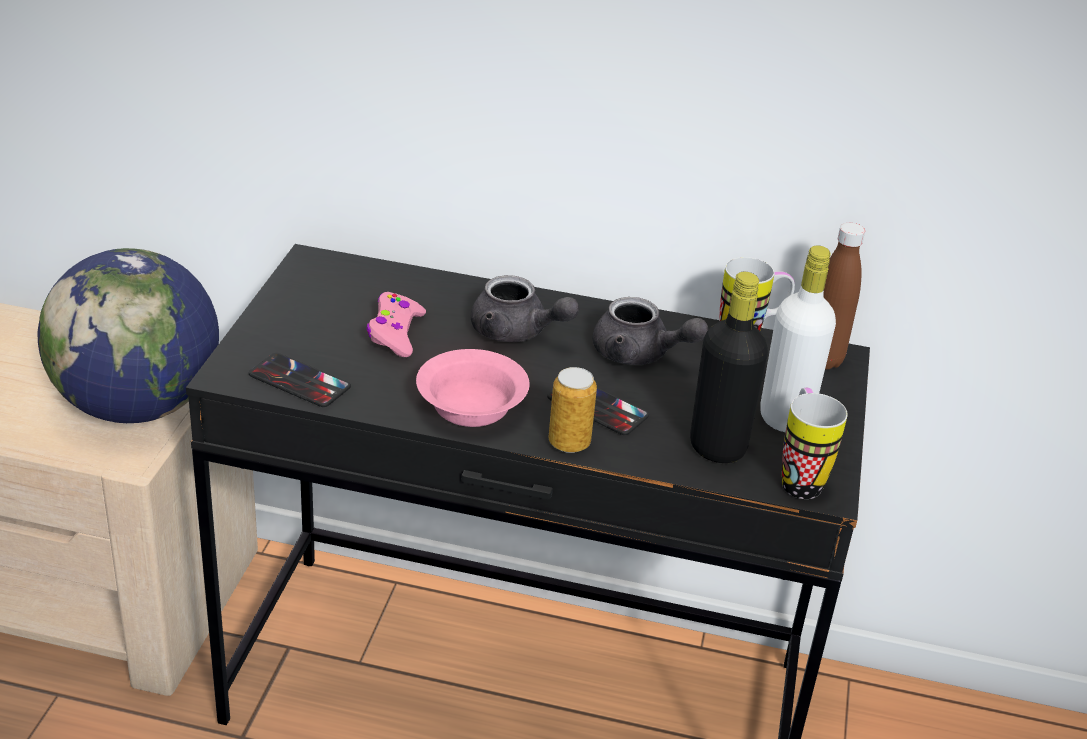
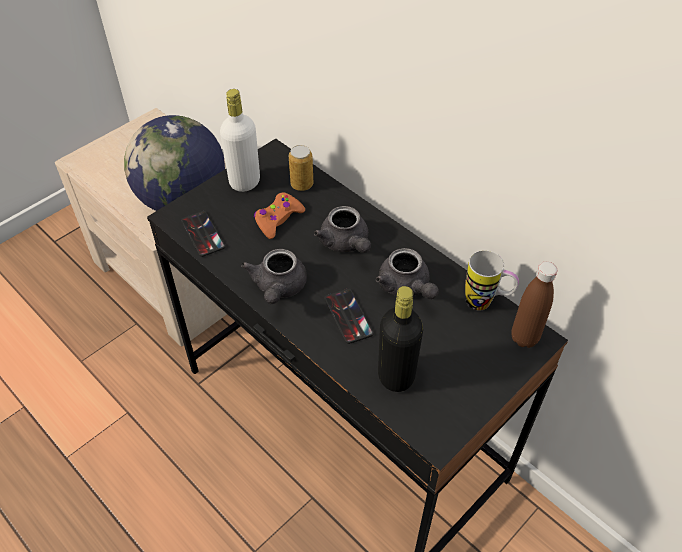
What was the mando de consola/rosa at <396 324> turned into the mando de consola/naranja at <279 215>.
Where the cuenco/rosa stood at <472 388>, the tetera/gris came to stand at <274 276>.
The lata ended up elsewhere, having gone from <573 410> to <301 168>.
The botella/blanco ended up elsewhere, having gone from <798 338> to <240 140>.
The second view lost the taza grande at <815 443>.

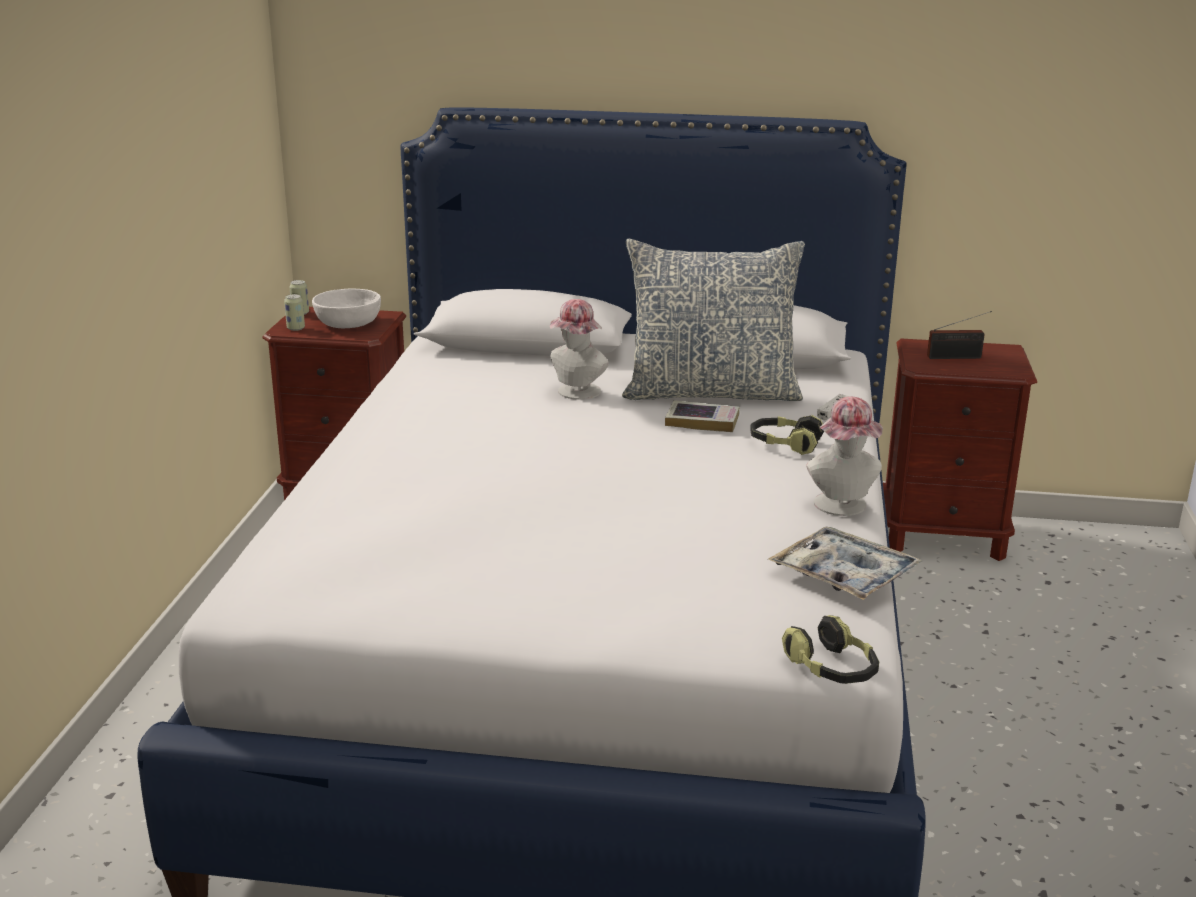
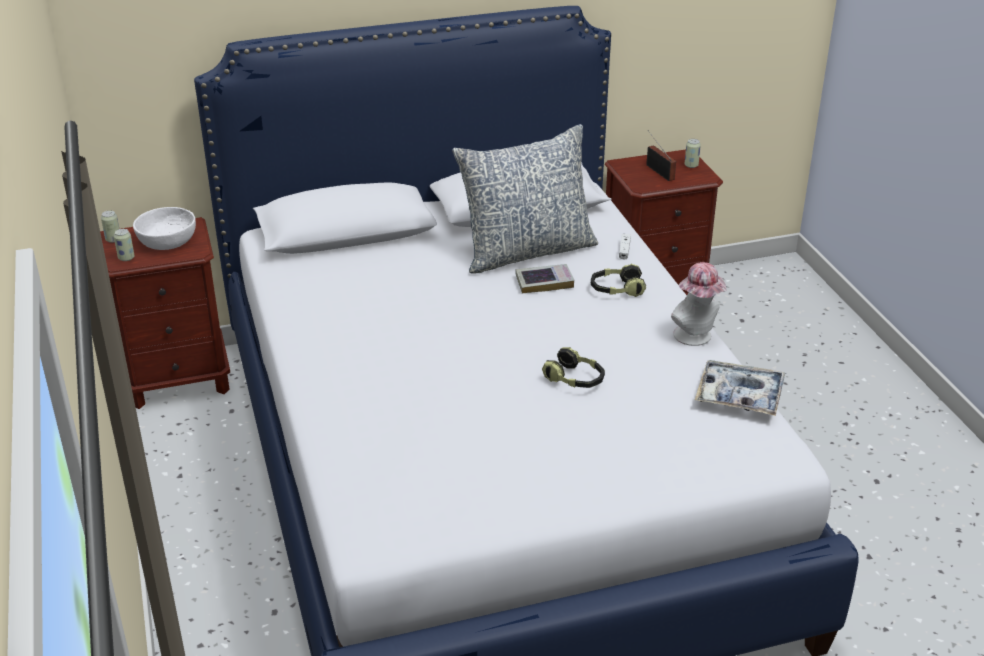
The second view lost the sombrero at <579 349>.
The auriculares ended up elsewhere, having gone from <830 649> to <573 367>.
The radio at <959 335> ended up facing another way, 90 degrees counterclockwise from before.
The second view gained the lata at <693 153>.

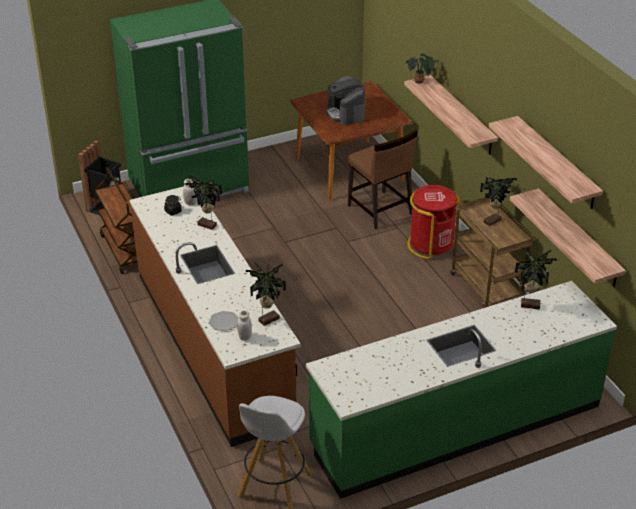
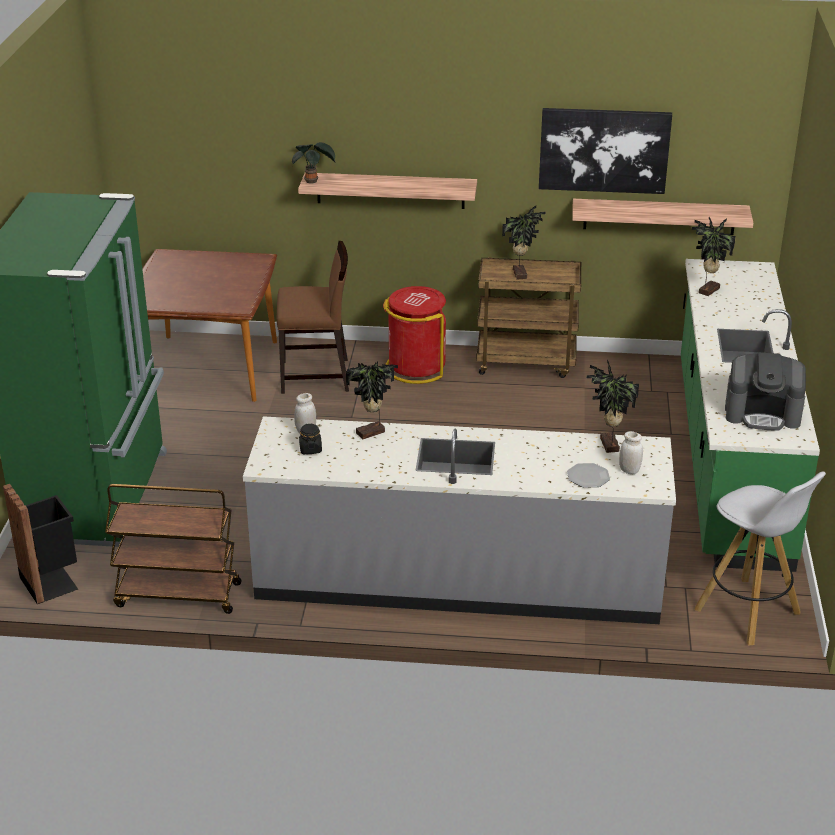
What was the mueble bajo de cocina/marrón at <215 316> turned into the mueble bajo de cocina/gris at <459 520>.
The cafetera ended up elsewhere, having gone from <345 101> to <765 391>.
Where the estante hung at <546 162>, the cuadro came to hang at <605 151>.

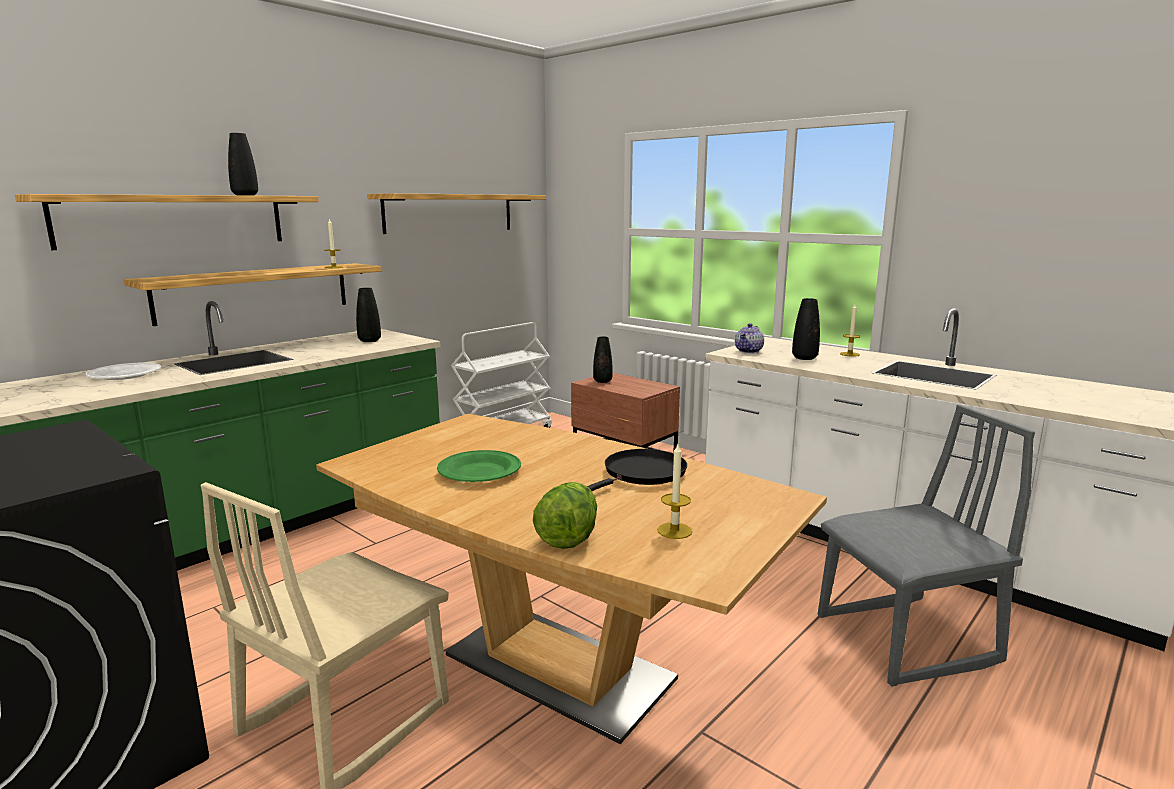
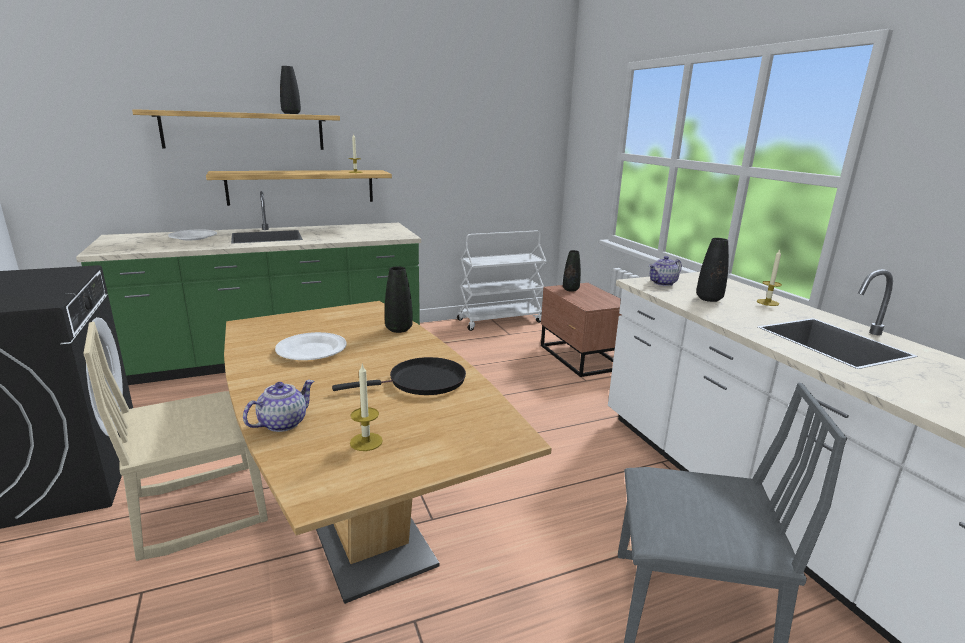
The florero/negro ended up elsewhere, having gone from <368 315> to <399 299>.
The second view lost the estante at <456 213>.
What was the plato/verde at <479 466> turned into the plato/blanco at <311 346>.
Where the lechuga stood at <565 515>, the tetera came to stand at <278 406>.

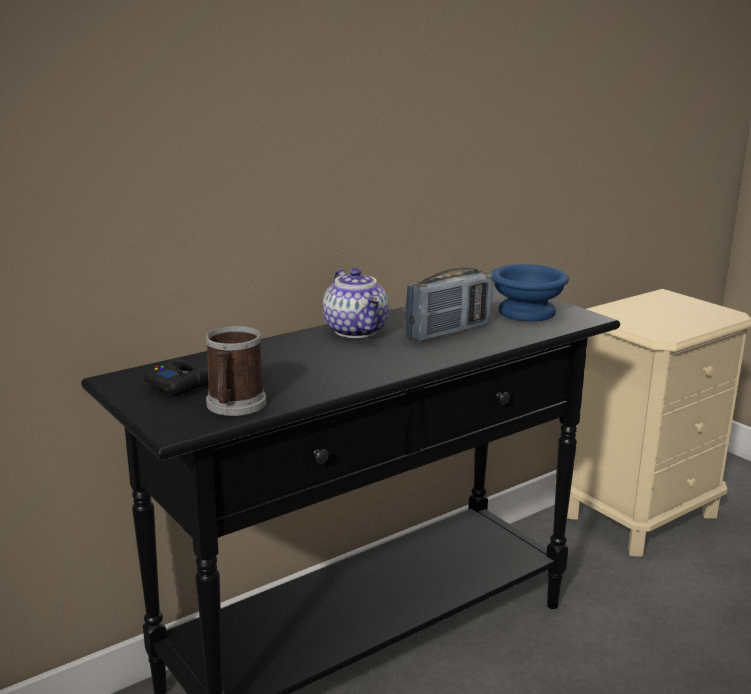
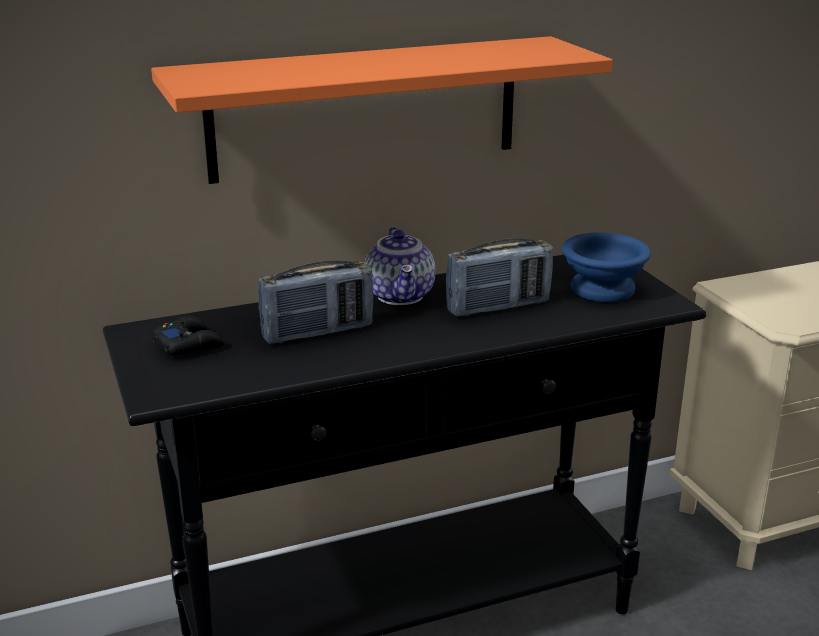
The second view lost the taza grande at <236 371>.
The second view gained the estante/naranja at <382 110>.
The second view gained the radio at <316 302>.

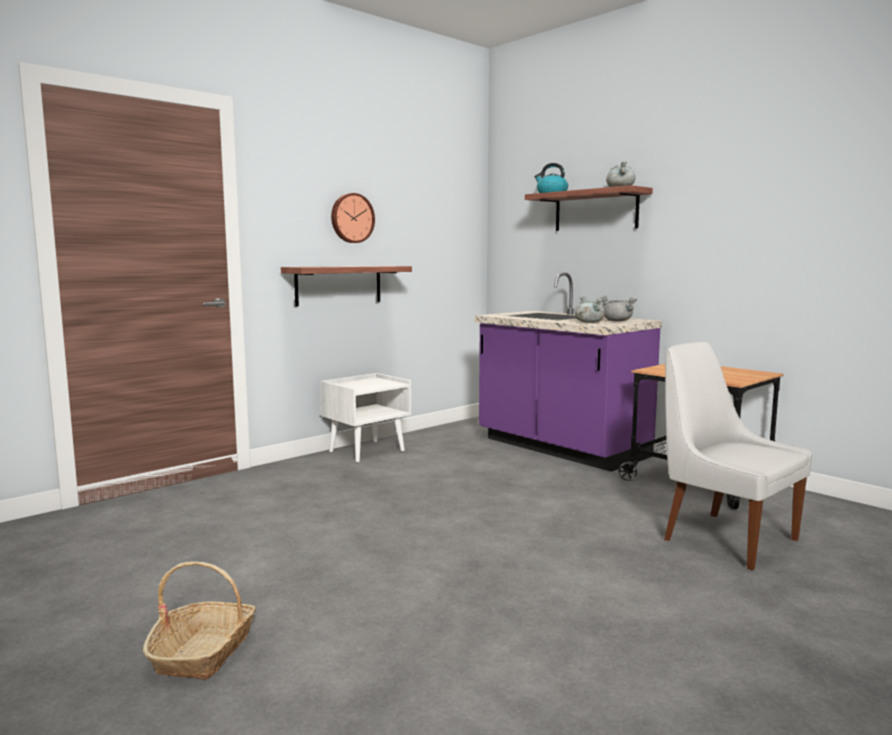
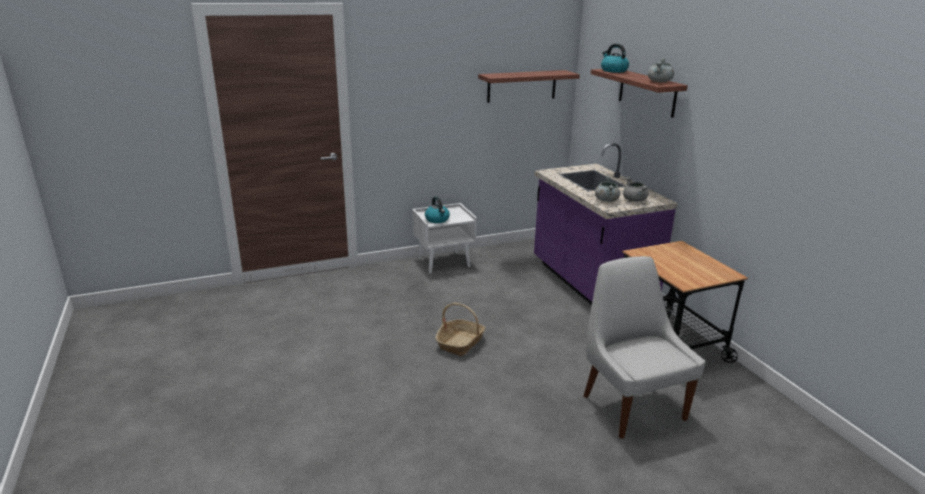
The cesta ended up elsewhere, having gone from <199 620> to <460 329>.
The estante ended up elsewhere, having gone from <346 286> to <529 86>.
The second view lost the reloj de pared at <353 218>.
The second view gained the hervidor at <437 210>.

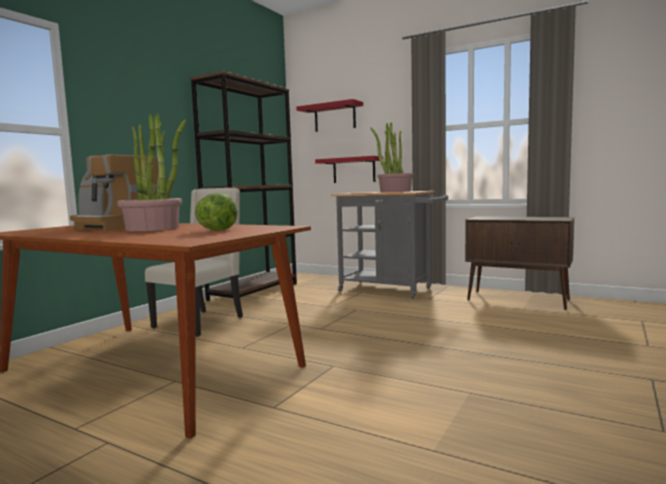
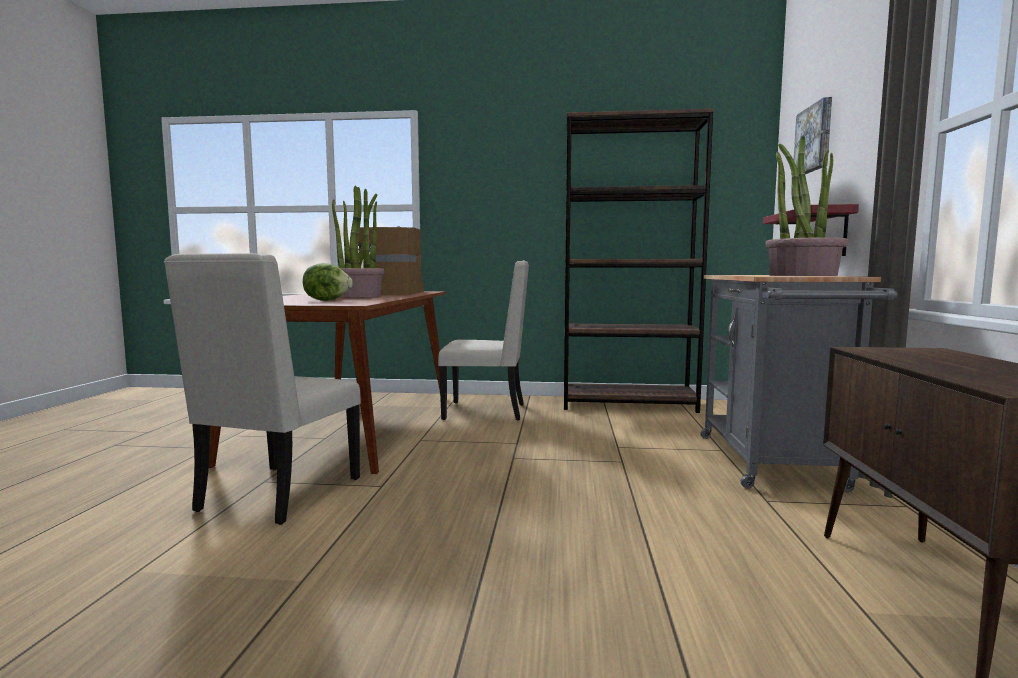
Where the estante/rojo hung at <329 115>, the cuadro came to hang at <813 135>.
The second view gained the silla/beis at <262 389>.

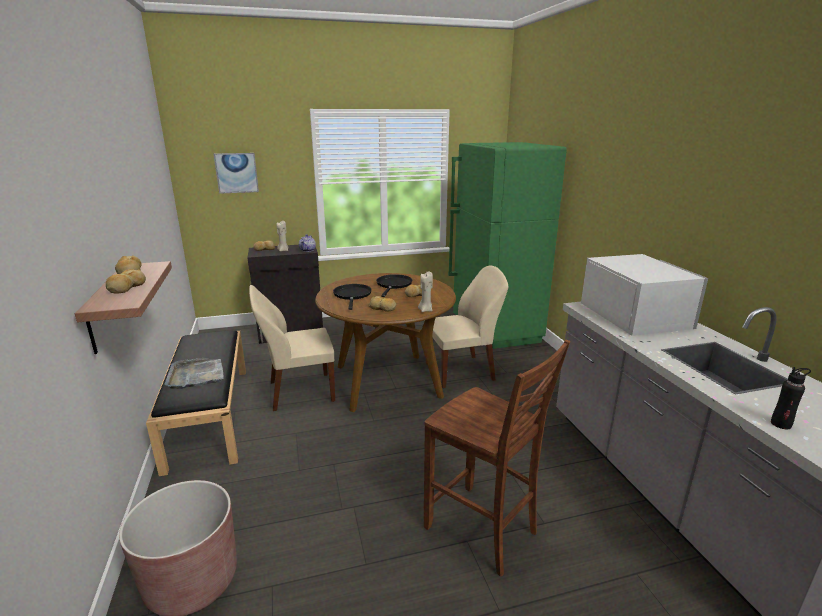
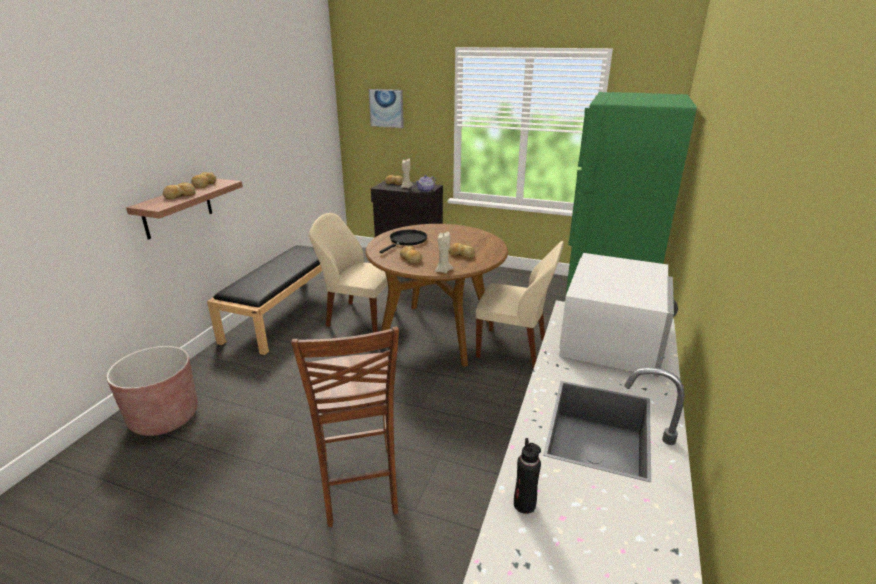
The second view lost the bandeja/gris at <194 373>.
The second view lost the sartén/negro at <394 285>.

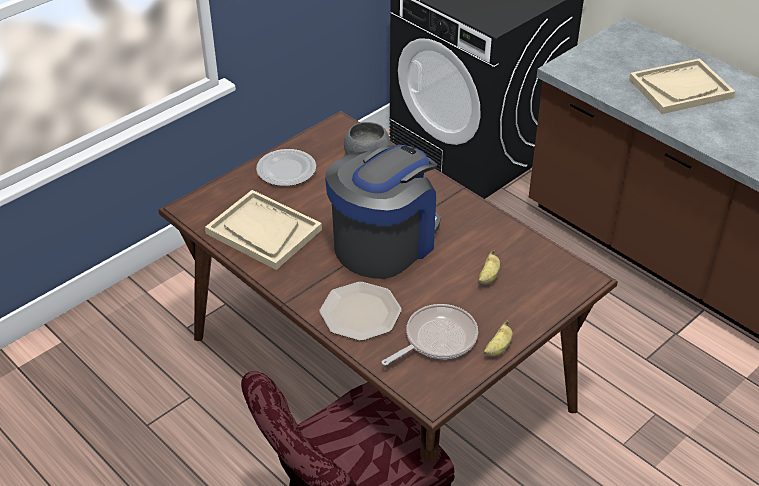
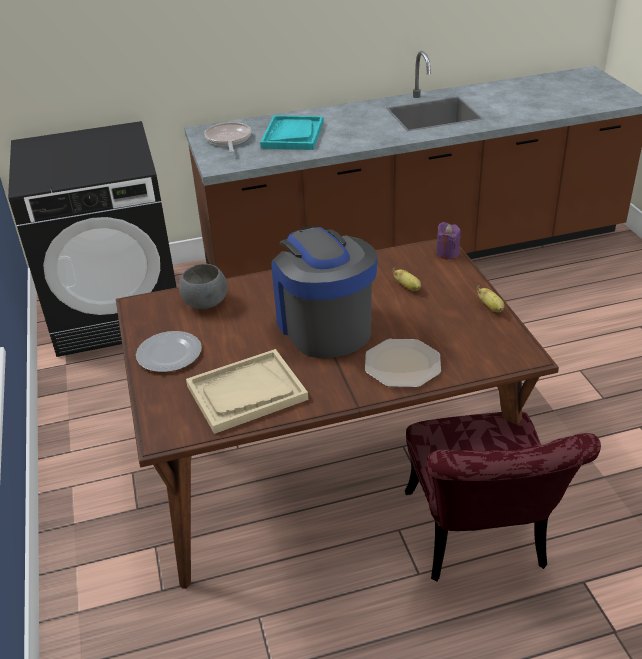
The sartén ended up elsewhere, having gone from <430 335> to <227 137>.
What was the bandeja/beis at <682 86> turned into the bandeja/turquesa at <292 132>.
The second view gained the vela/morado at <448 240>.

